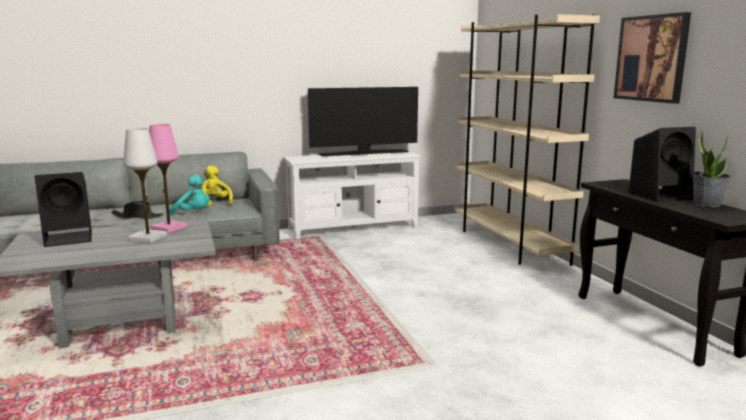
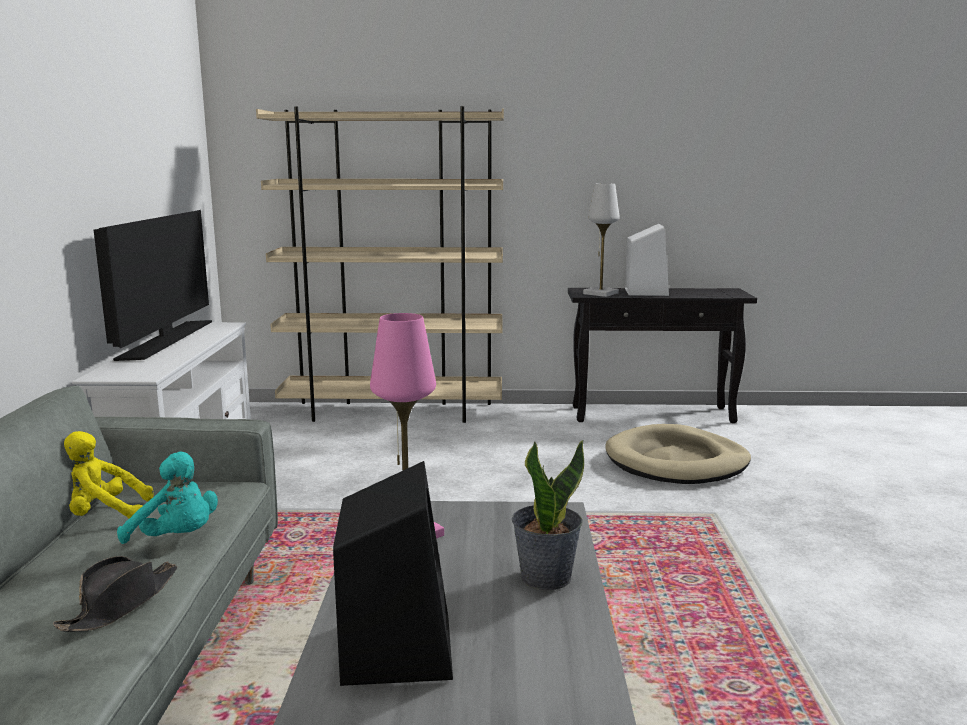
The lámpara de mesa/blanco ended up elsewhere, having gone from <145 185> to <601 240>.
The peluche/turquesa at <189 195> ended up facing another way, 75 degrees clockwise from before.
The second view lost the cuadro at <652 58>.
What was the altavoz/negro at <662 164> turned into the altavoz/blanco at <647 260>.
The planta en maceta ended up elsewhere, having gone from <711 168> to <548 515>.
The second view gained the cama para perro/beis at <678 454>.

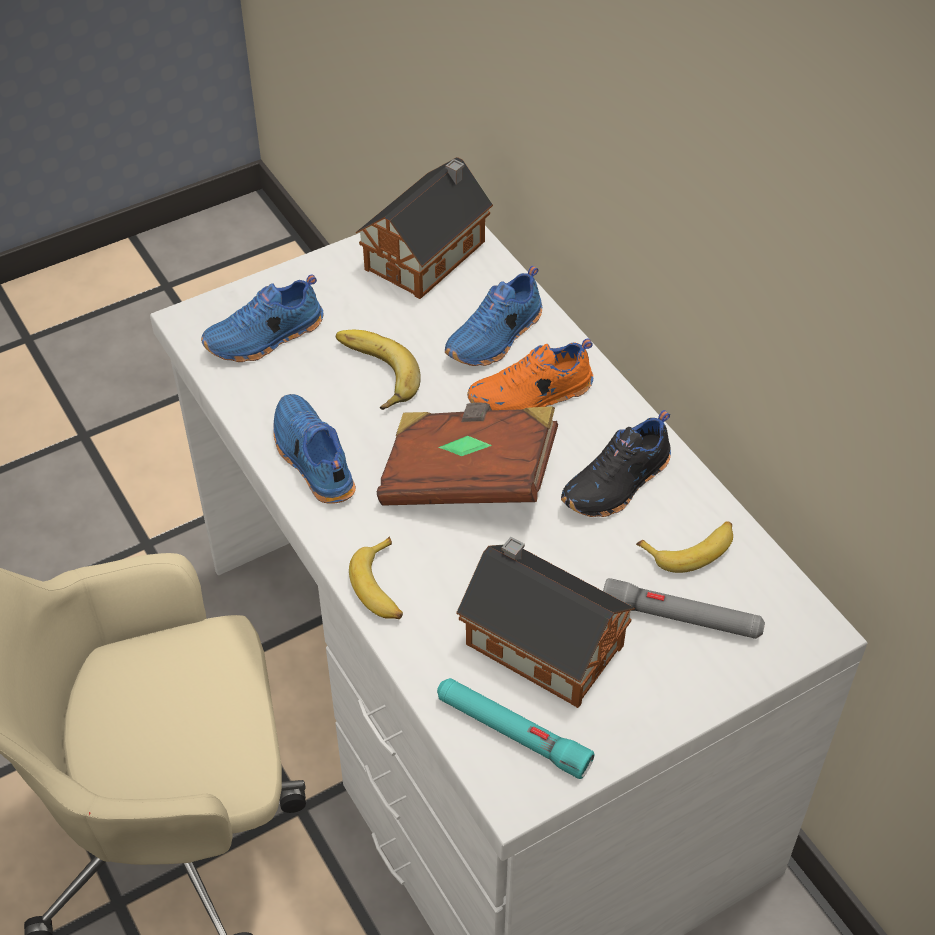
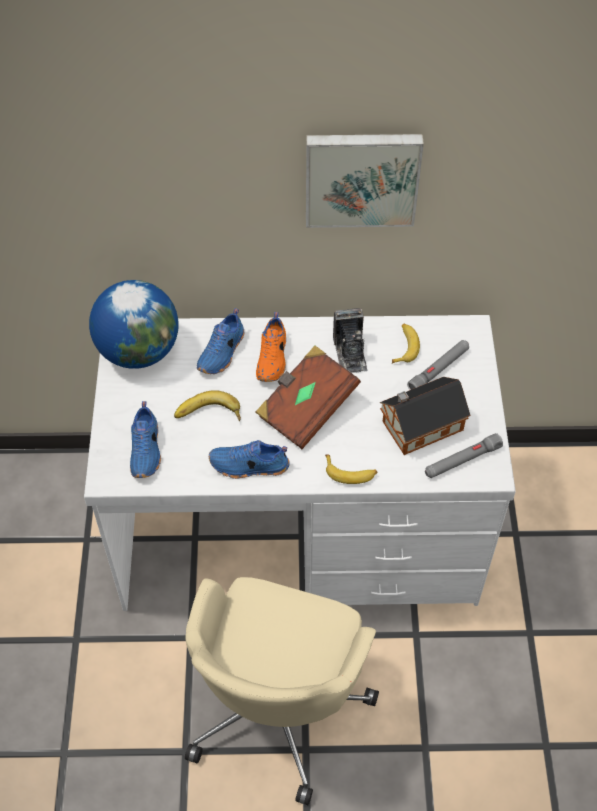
Where the casita stood at <424 228>, the globo terráqueo came to stand at <134 324>.
What was the linterna/turquesa at <515 728> turned into the linterna/gris at <464 455>.
The zapato/azul at <493 316> ended up facing another way, 45 degrees clockwise from before.
Where the zapato/negro stood at <616 463>, the cámara came to stand at <350 340>.
The second view gained the cuadro at <365 181>.

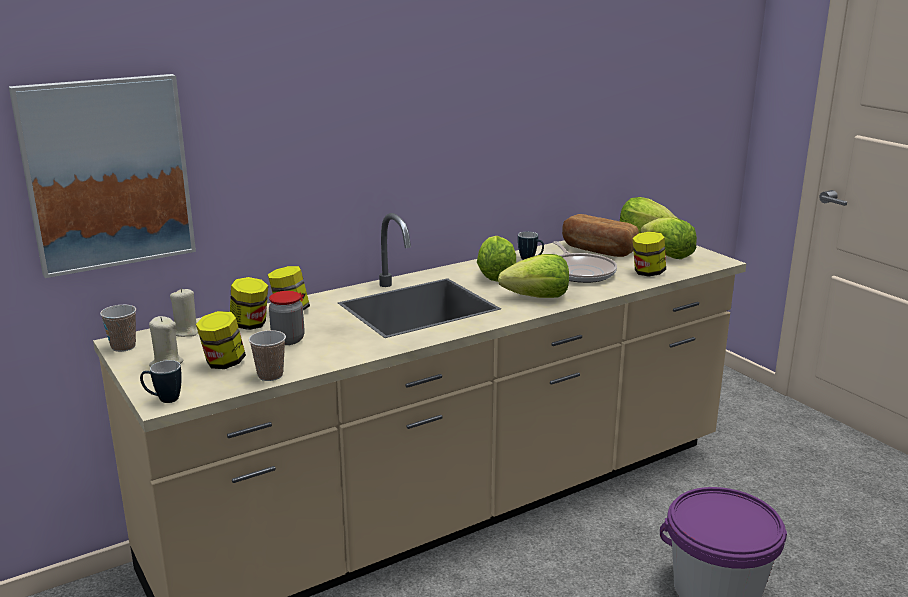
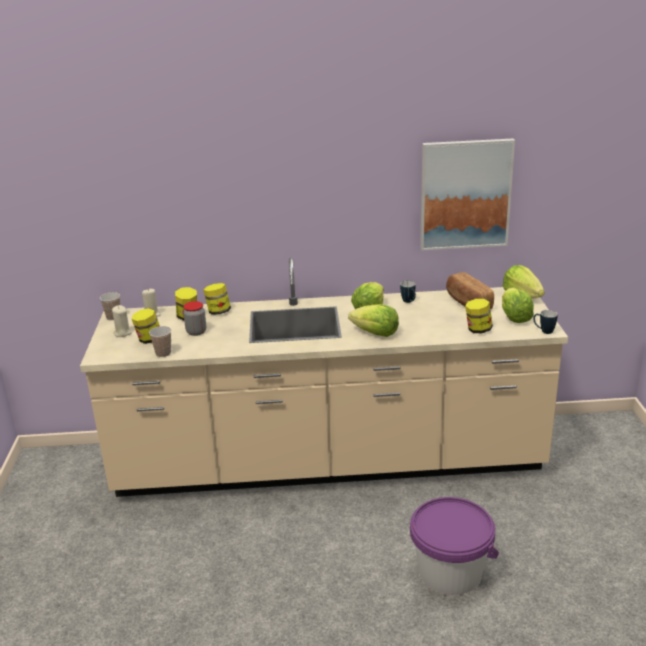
The cuadro ended up elsewhere, having gone from <102 176> to <467 195>.
The taza grande ended up elsewhere, having gone from <161 381> to <545 322>.
The second view lost the sartén at <585 262>.

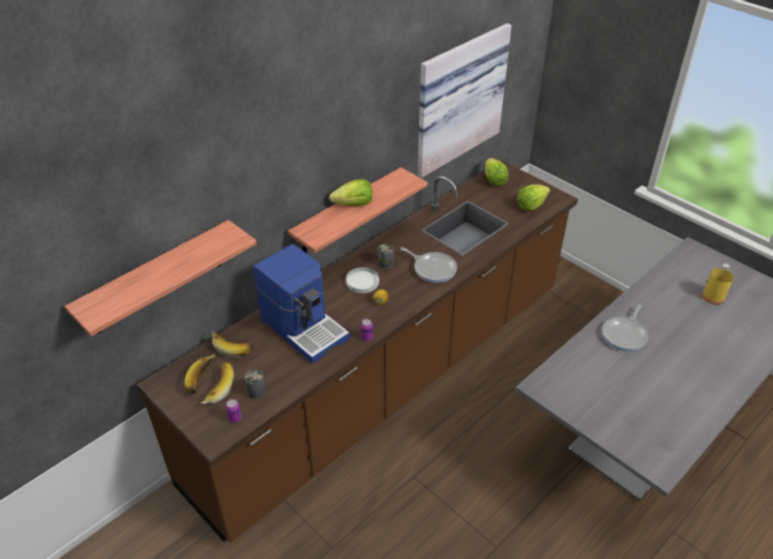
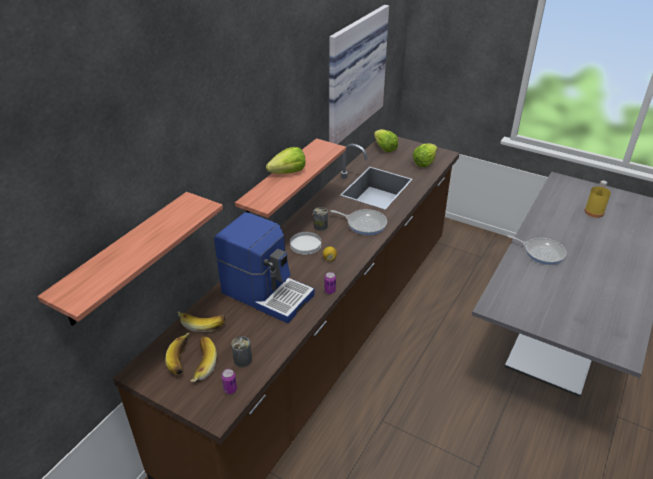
The sartén at <625 328> ended up facing another way, 75 degrees counterclockwise from before.

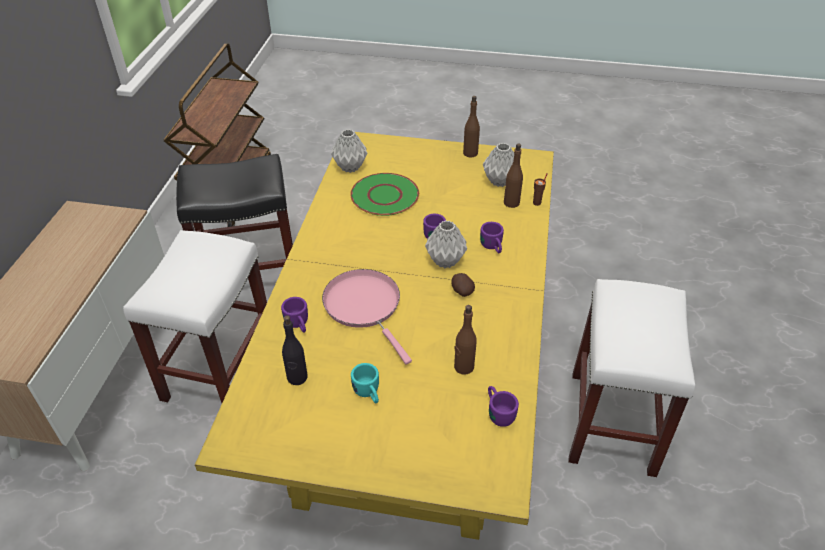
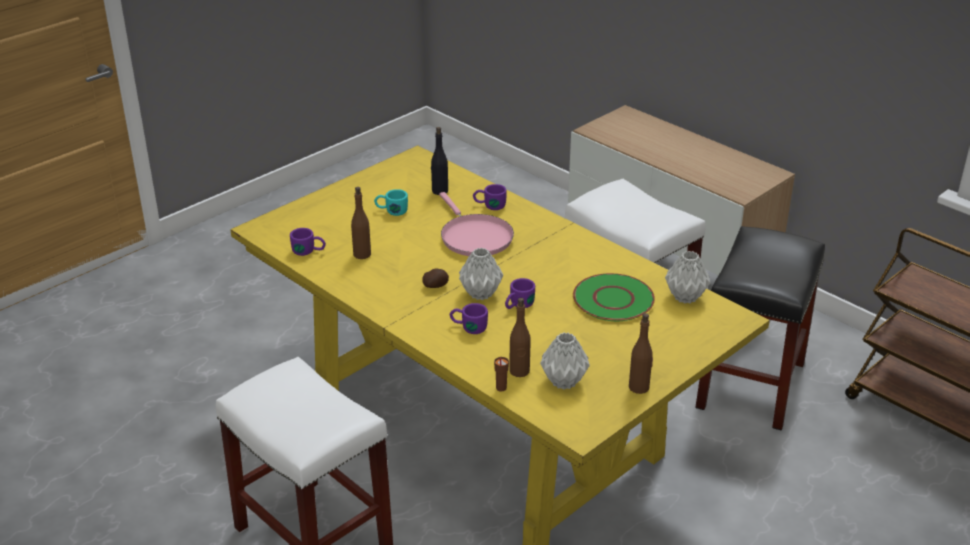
The sartén/rosa at <367 317> ended up facing another way, 60 degrees clockwise from before.

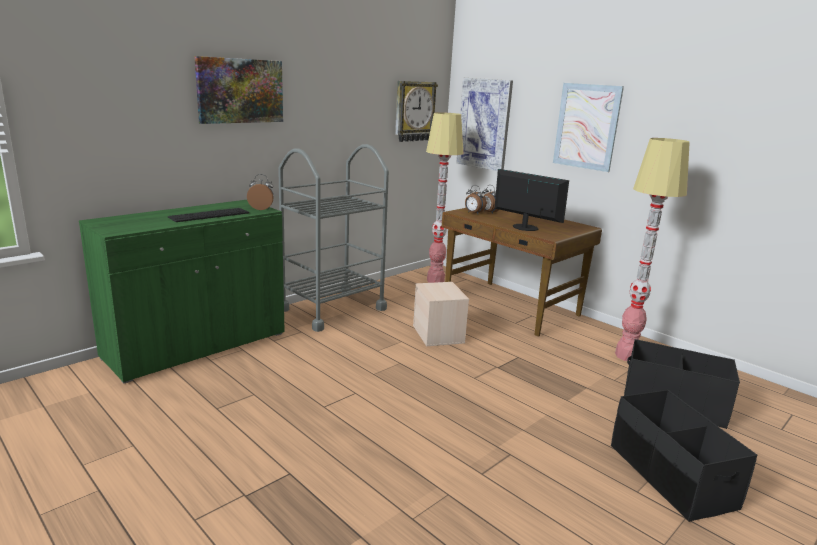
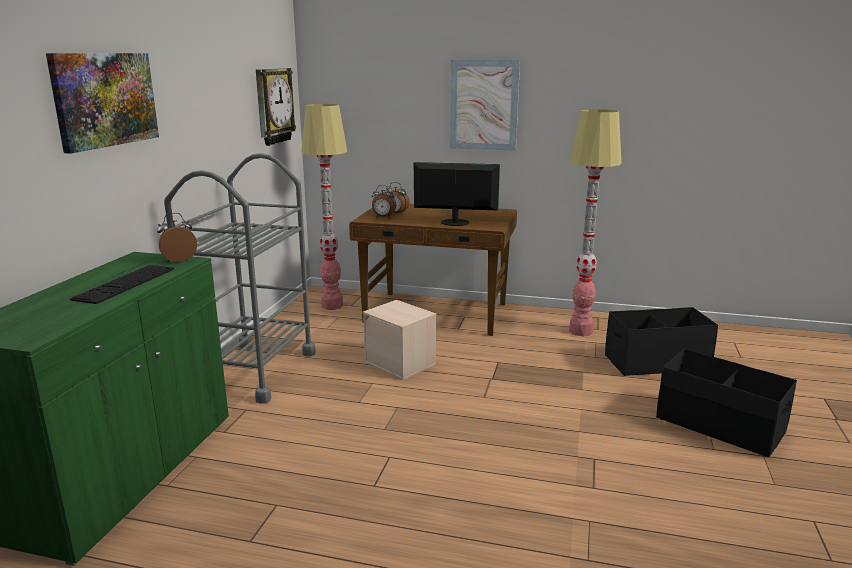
The second view lost the cuadro at <484 124>.

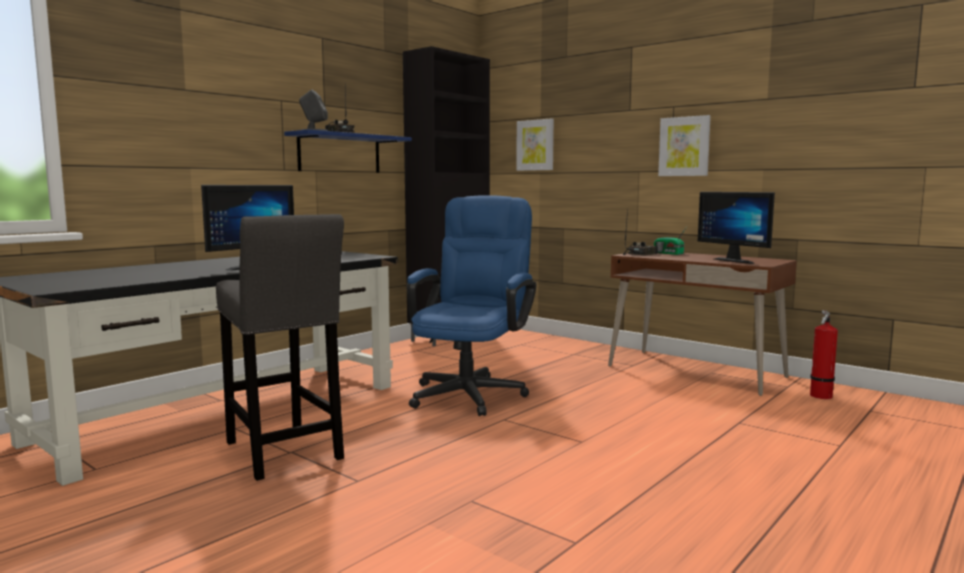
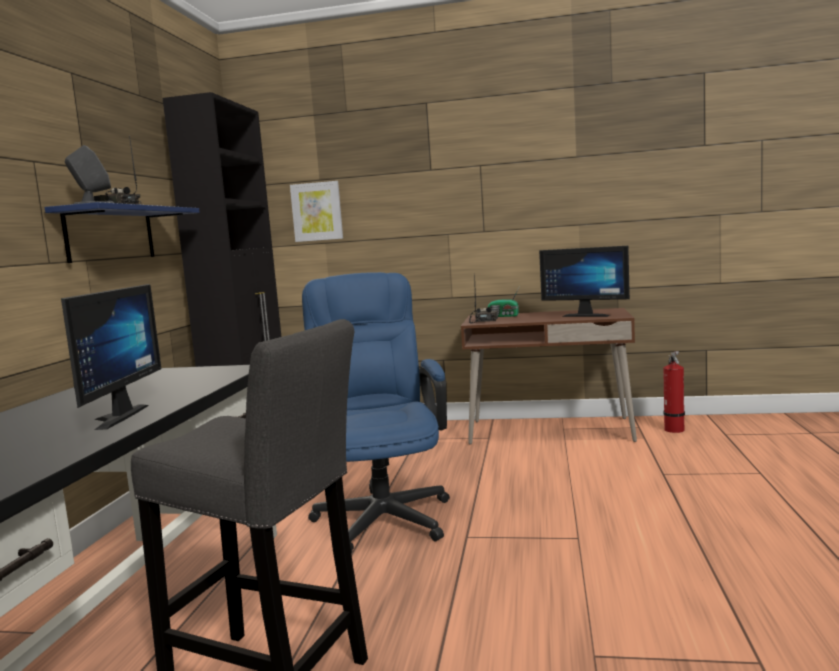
The second view lost the cuadro at <684 145>.

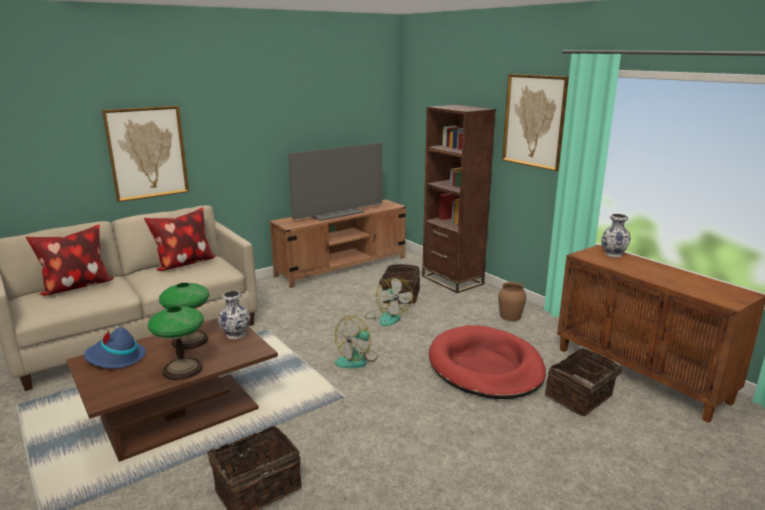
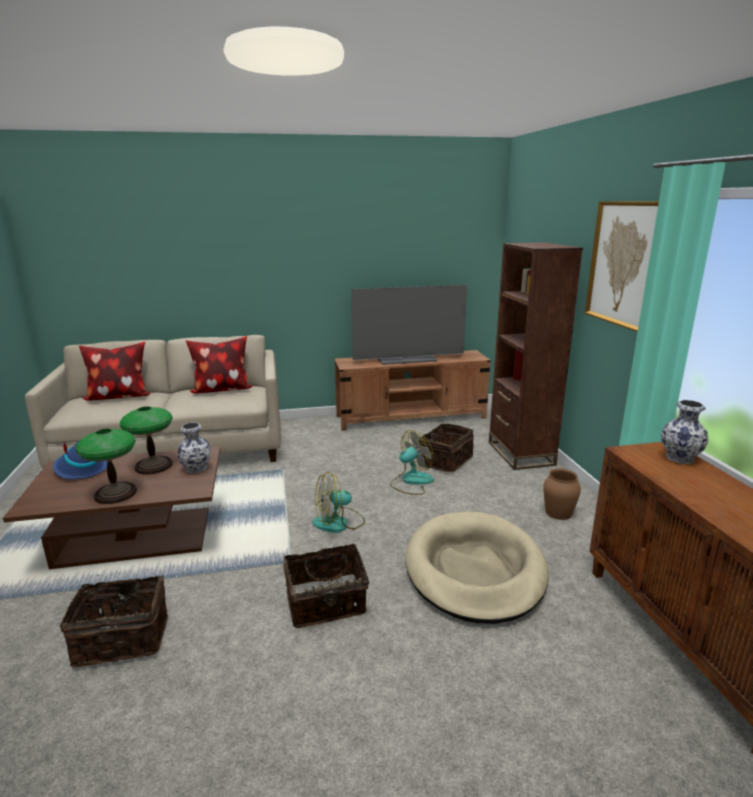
The second view lost the cuadro at <145 154>.
The ventilador at <389 301> ended up facing another way, 135 degrees counterclockwise from before.
What was the cama para perro/rojo at <487 362> turned into the cama para perro/beis at <477 568>.
The cesta ended up elsewhere, having gone from <588 382> to <326 585>.

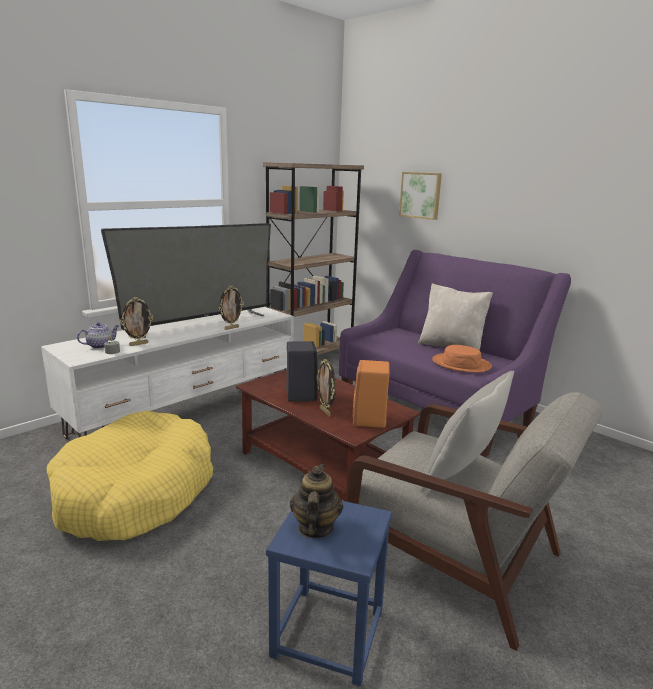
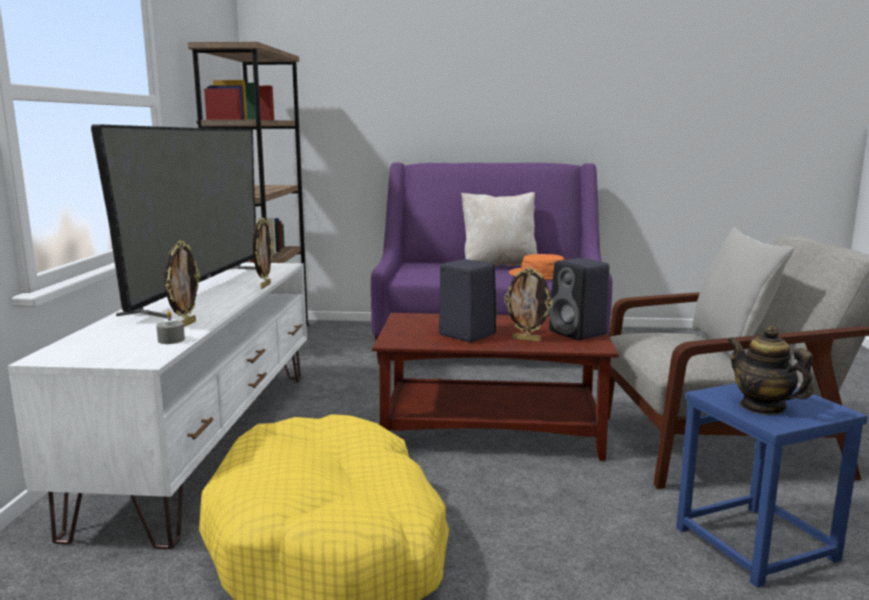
The second view lost the tetera at <98 335>.
What was the altavoz/naranja at <371 394> turned into the altavoz/negro at <579 299>.
The second view lost the cuadro at <420 196>.

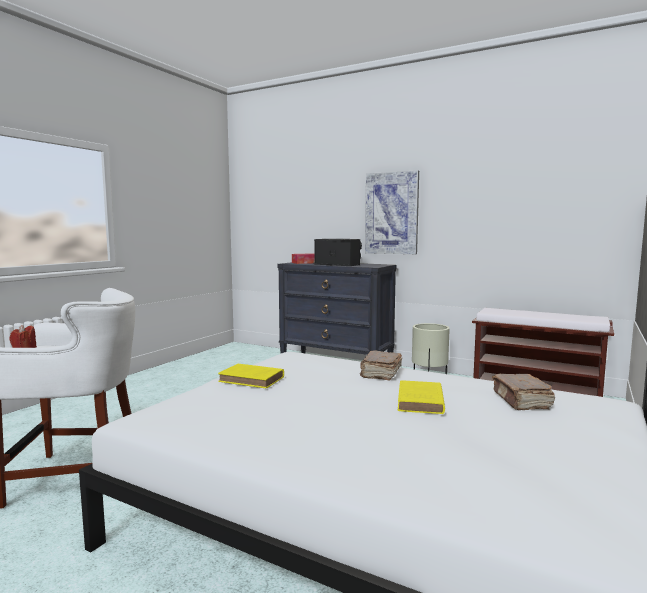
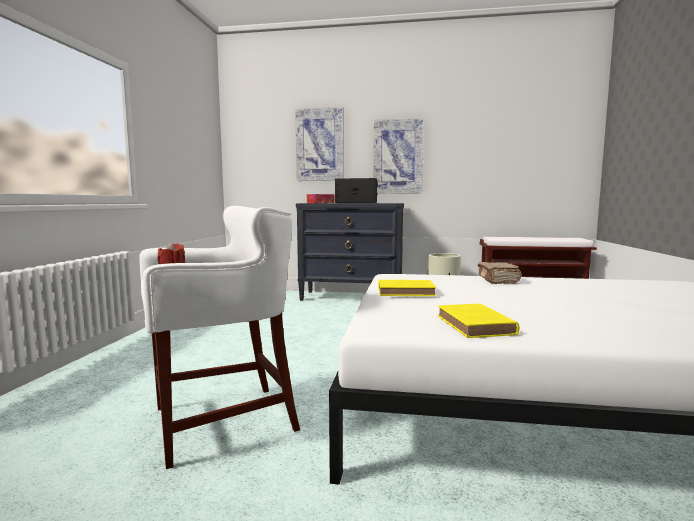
The libro/amarillo ended up elsewhere, having gone from <421 397> to <478 320>.
The second view lost the libro/marrón at <523 392>.
The second view gained the cuadro at <319 144>.

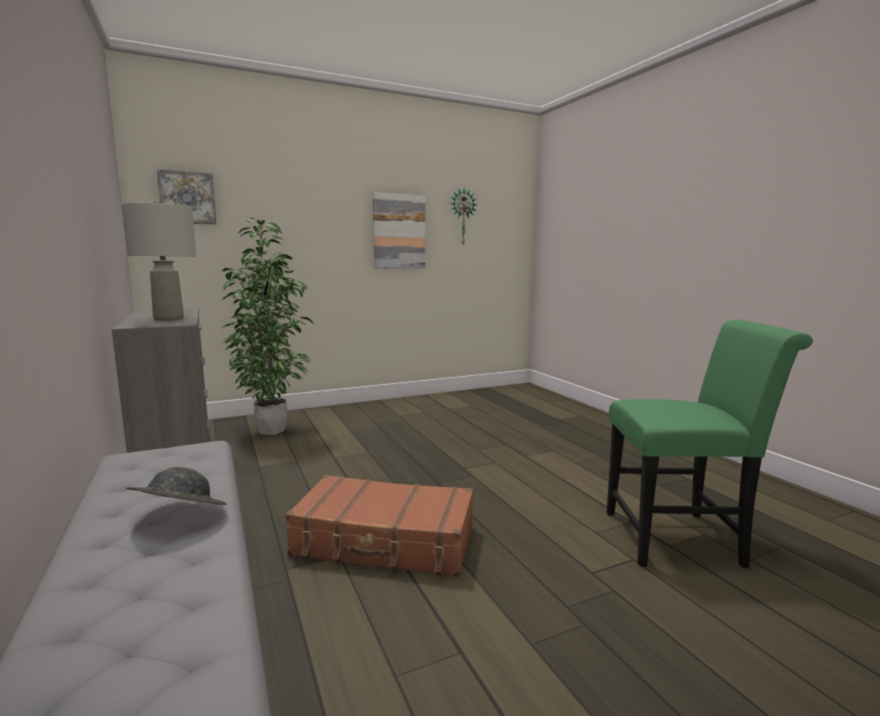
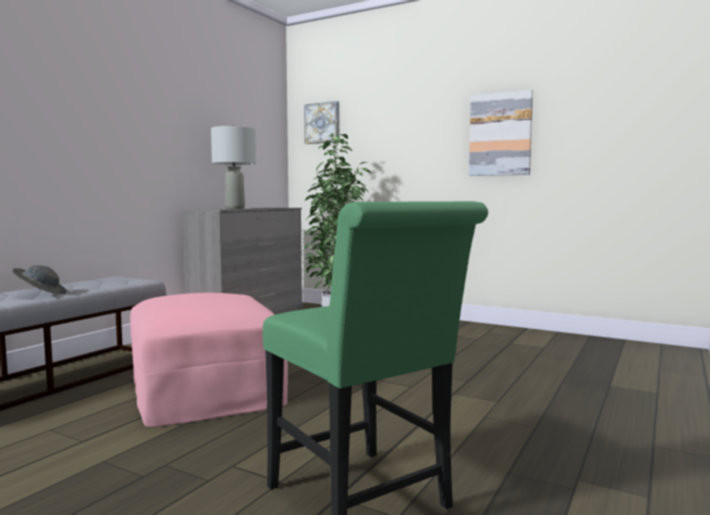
Where the maleta/marrón stood at <379 526>, the puf/rosa came to stand at <209 360>.
The second view lost the reloj de pared at <463 216>.

